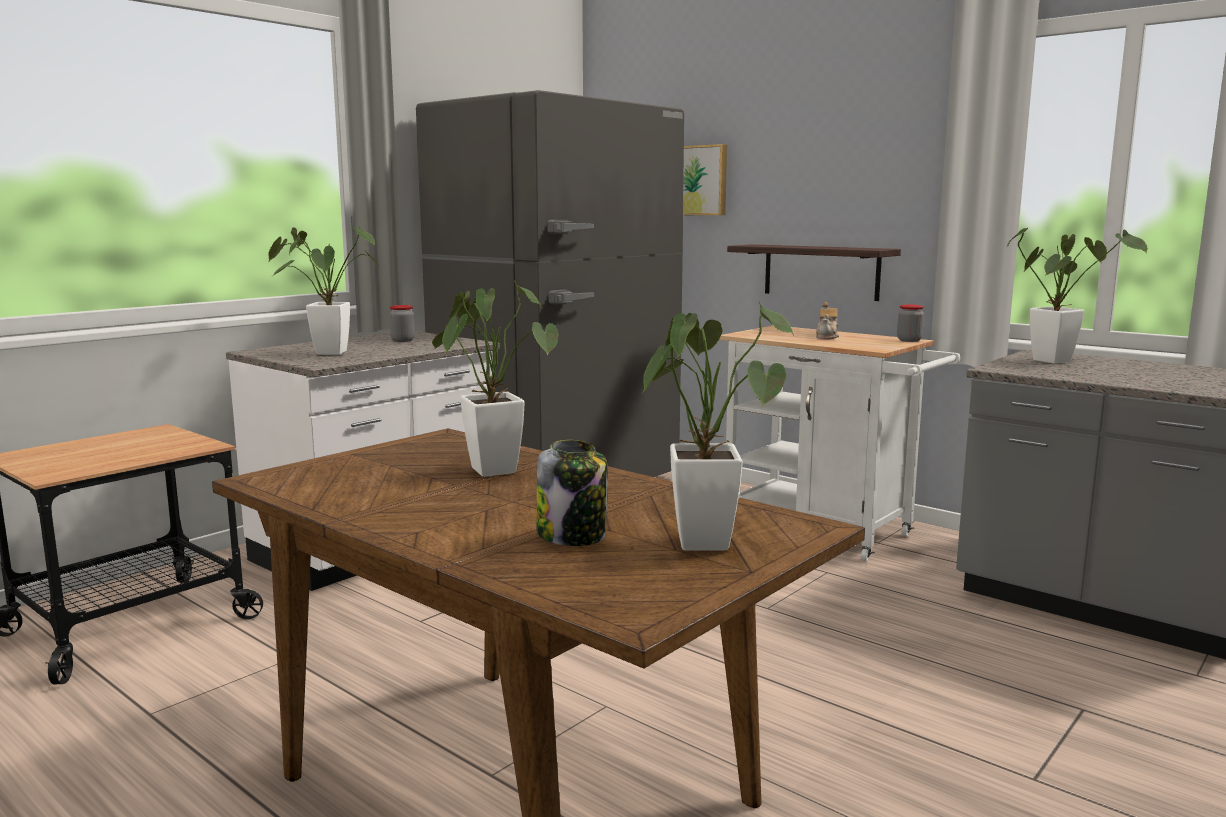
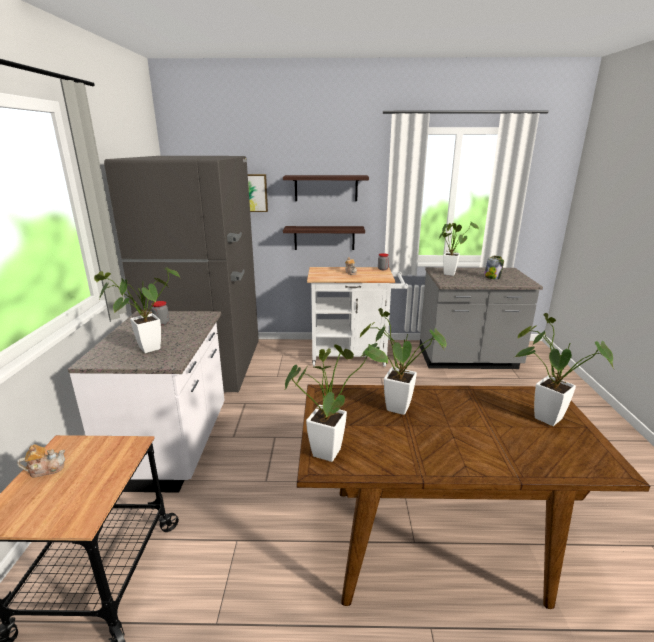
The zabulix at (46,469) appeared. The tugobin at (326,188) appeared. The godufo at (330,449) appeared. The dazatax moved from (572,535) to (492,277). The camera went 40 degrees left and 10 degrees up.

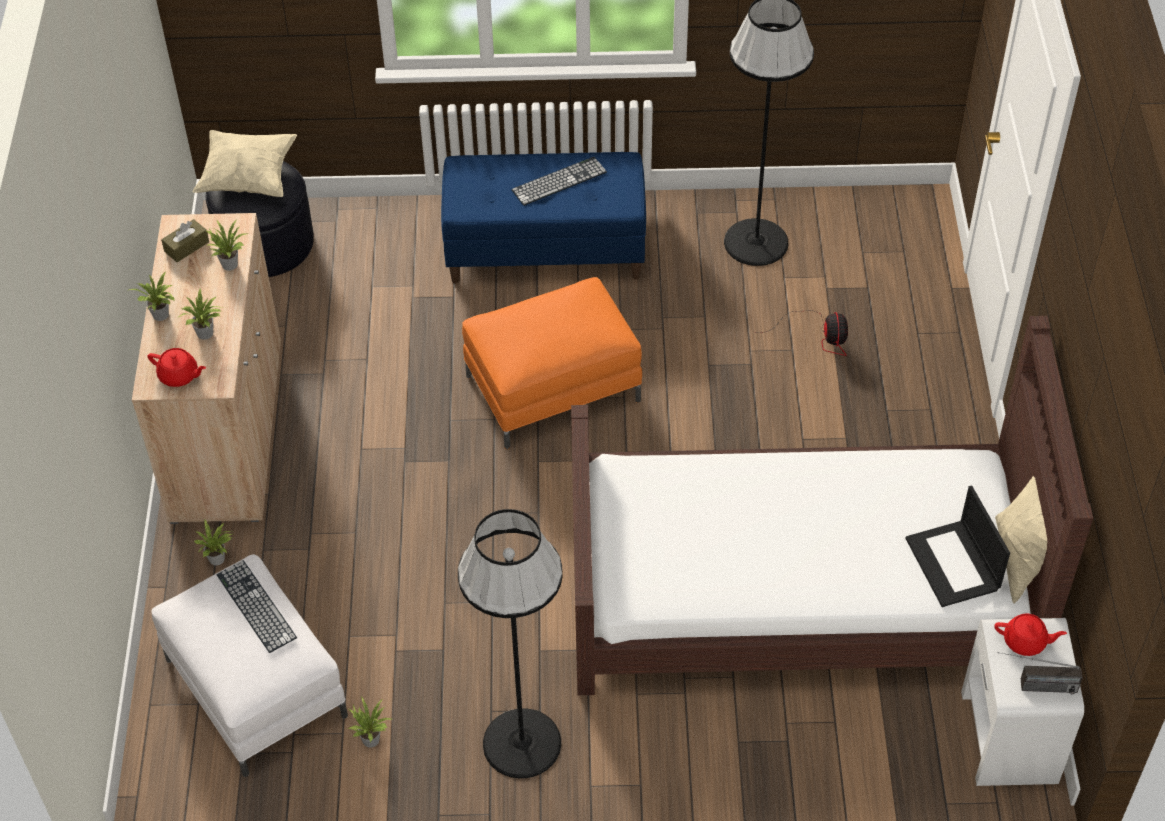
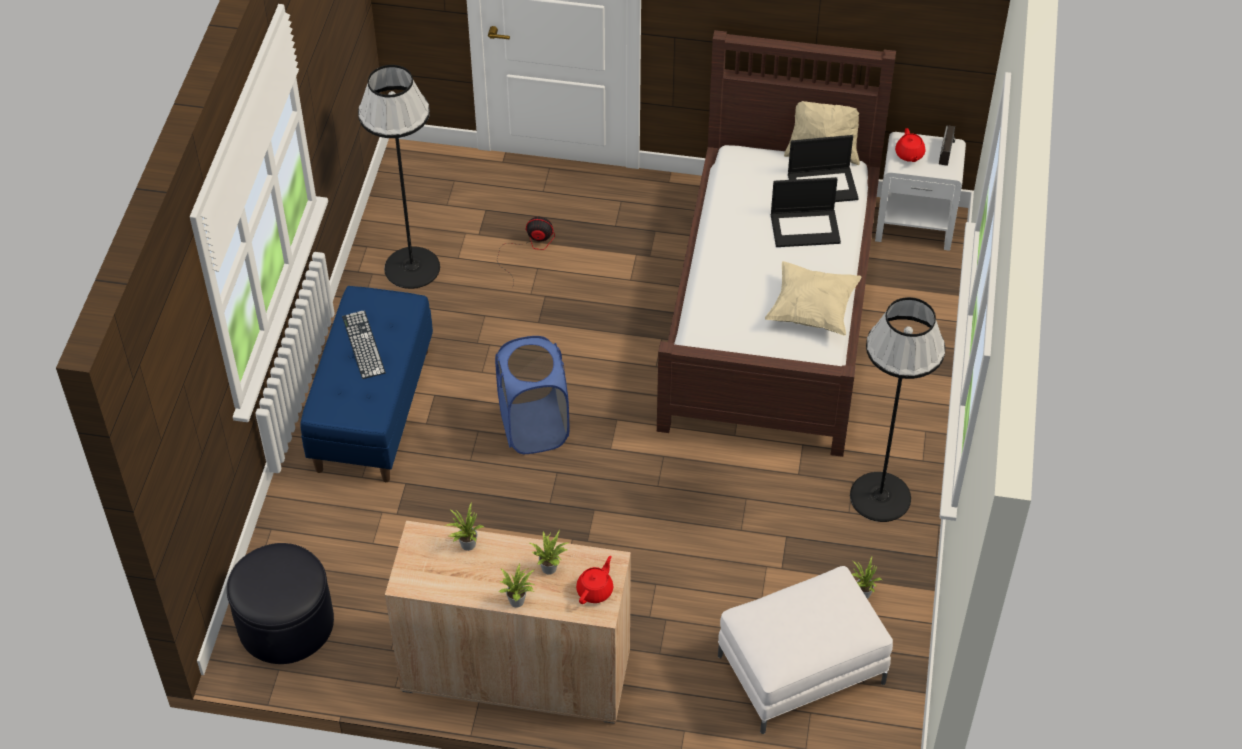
The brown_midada at (186,247) disappeared. The godufo at (219,559) disappeared. The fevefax at (256,606) disappeared. The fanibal at (805,227) appeared. The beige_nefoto moved from (248,178) to (812,310). The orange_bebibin at (552,388) was replaced by the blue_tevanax at (534,427). The red_zabulix at (1025,642) turned 150 degrees clockwise. The camera went 80 degrees left and 0 degrees up.

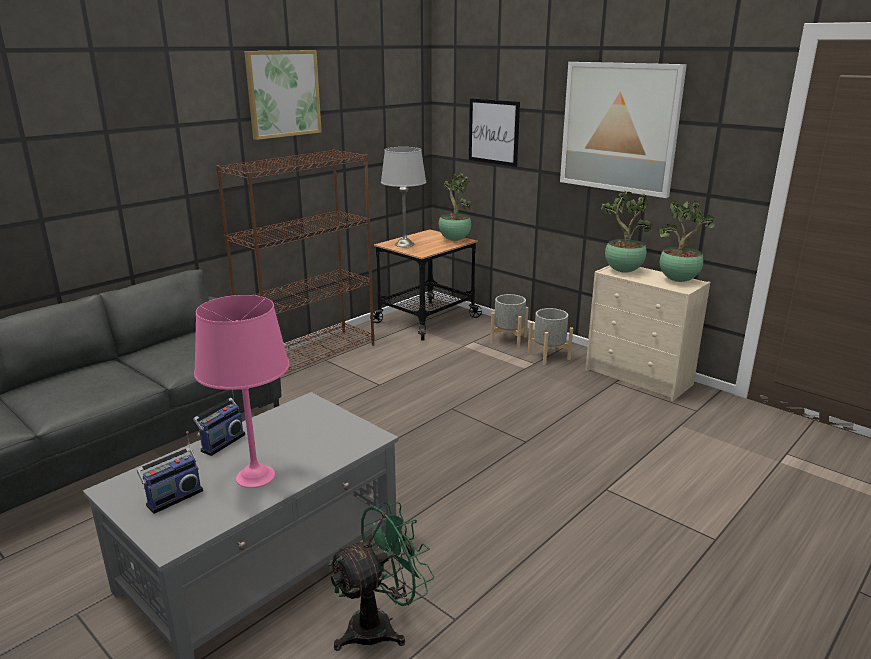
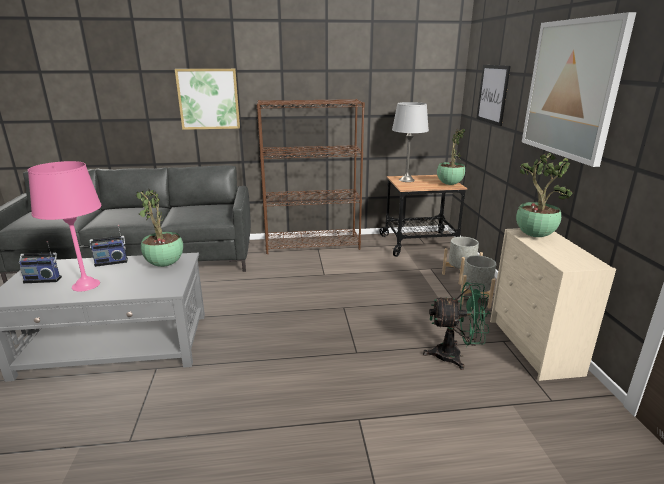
The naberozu moved from (283,94) to (208,99). The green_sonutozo moved from (380,625) to (455,356). The godufo moved from (679,281) to (165,265). The camera went 40 degrees right and 0 degrees up.

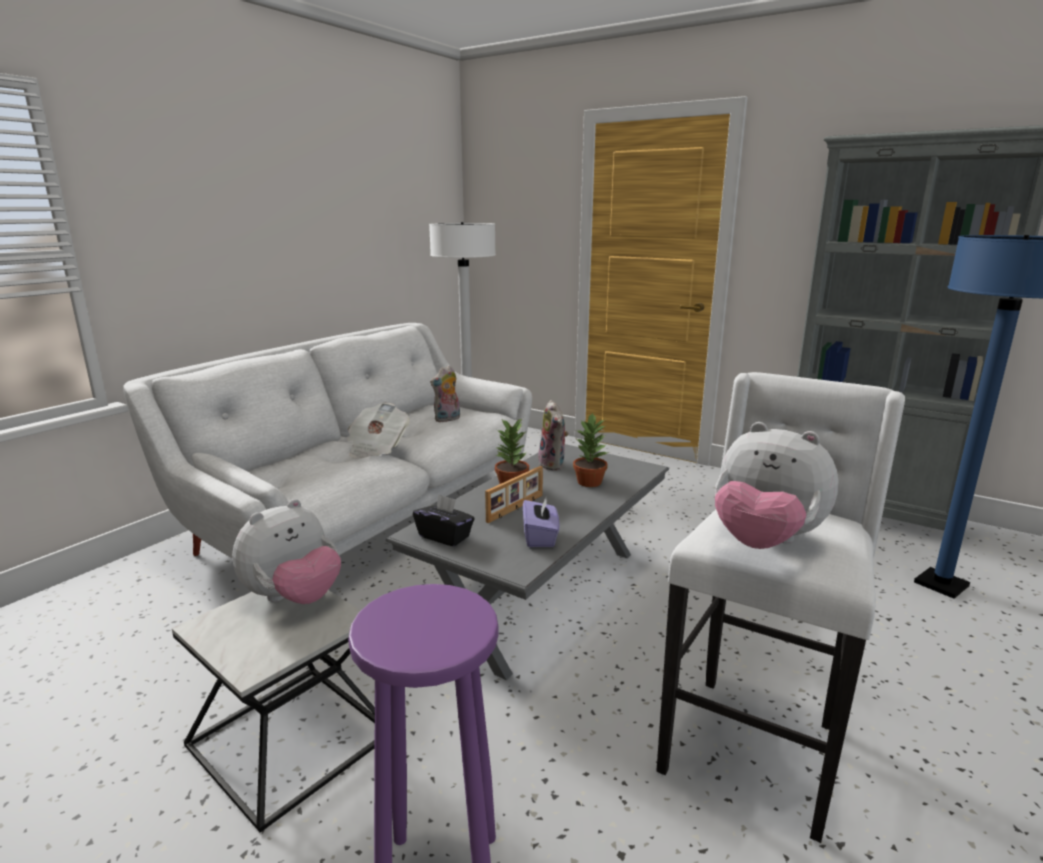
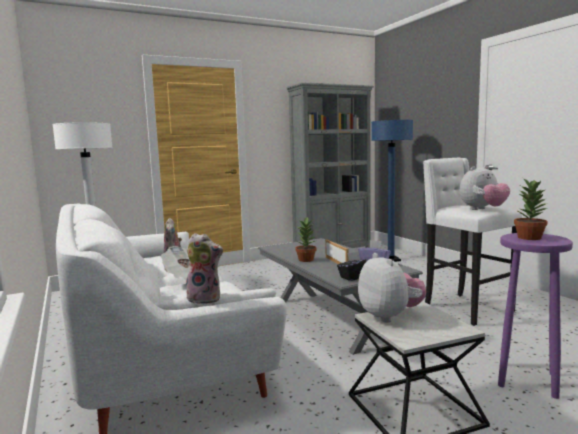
The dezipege moved from (554,464) to (206,298). The godufo moved from (590,482) to (529,237). The camera went 60 degrees left and 10 degrees down.

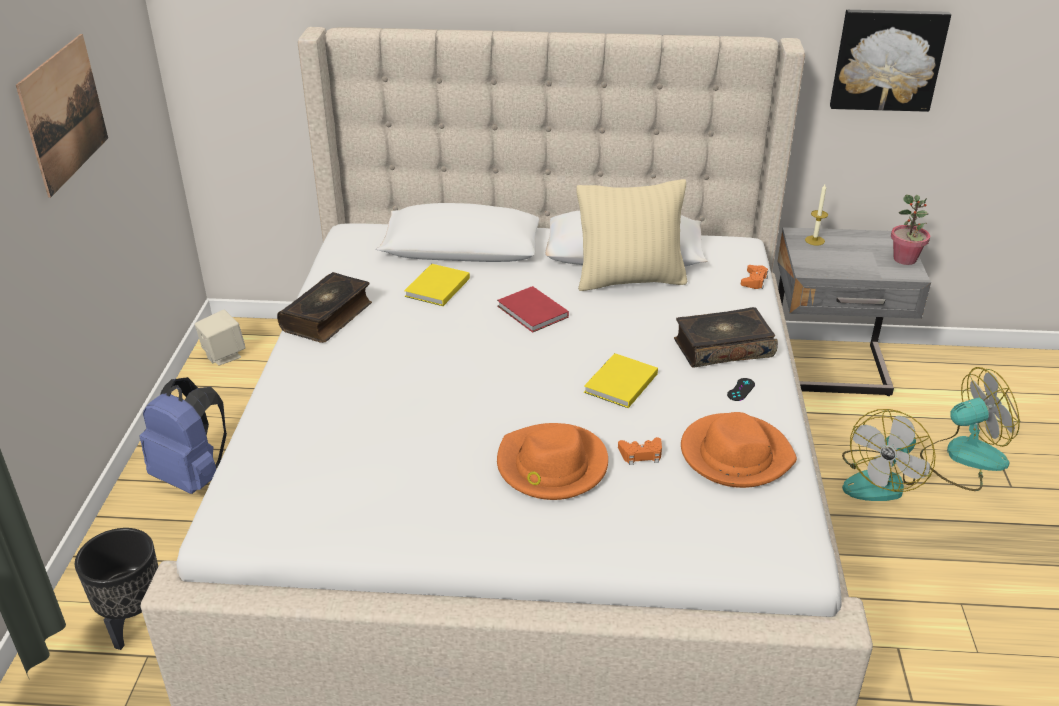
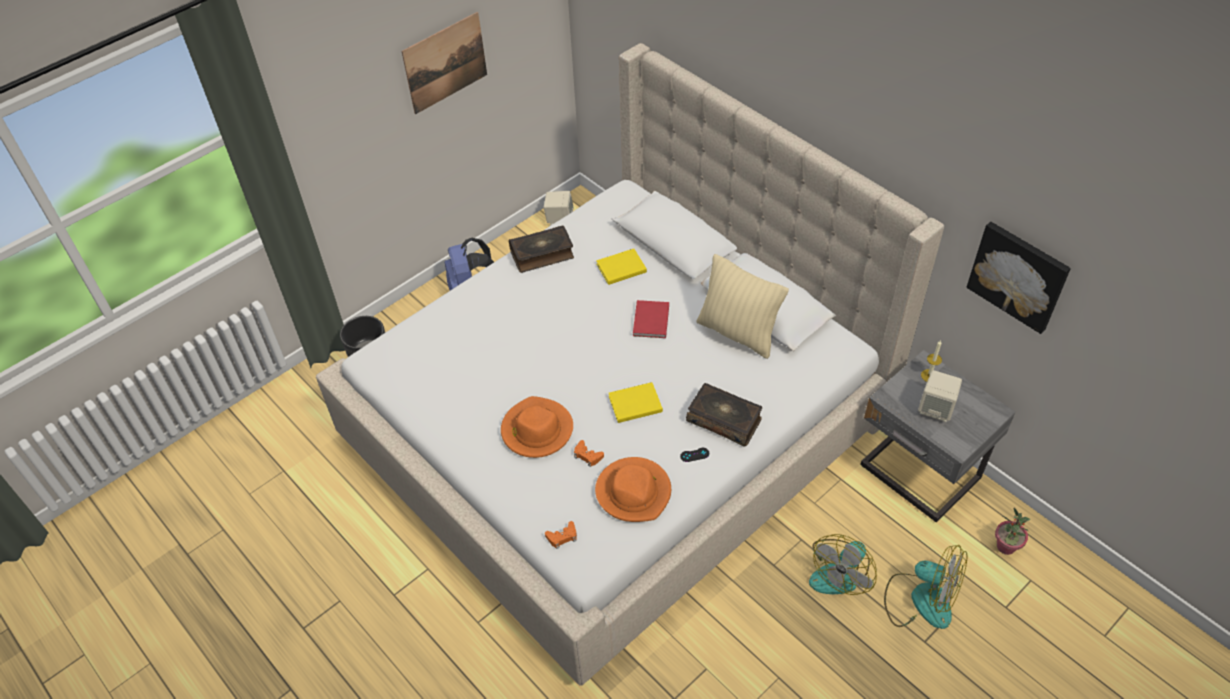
The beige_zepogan at (936,409) appeared. The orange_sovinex moved from (754,281) to (562,537). The godufo moved from (905,259) to (1005,546). The sonutozo at (880,480) turned 45 degrees counterclockwise. The camera went 45 degrees right and 15 degrees up.

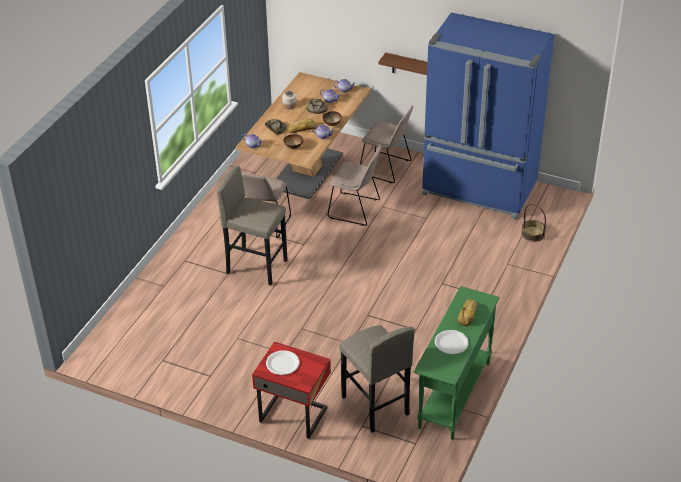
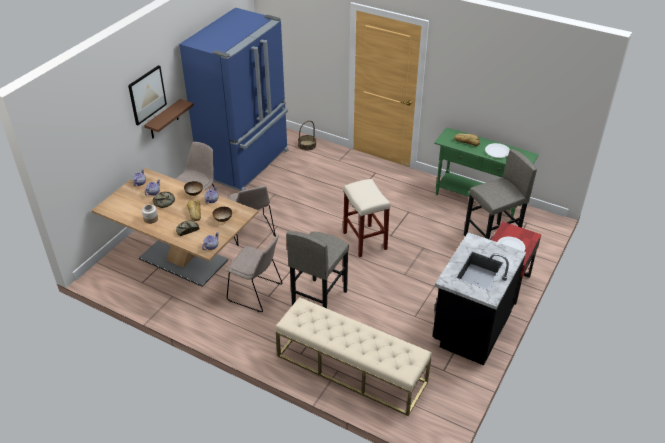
The naberozu at (147,94) appeared. The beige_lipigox at (351,369) appeared. The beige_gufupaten at (365,241) appeared. The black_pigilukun at (470,327) appeared. The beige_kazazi at (356,209) turned 135 degrees clockwise. The camera went 85 degrees left and 0 degrees up.

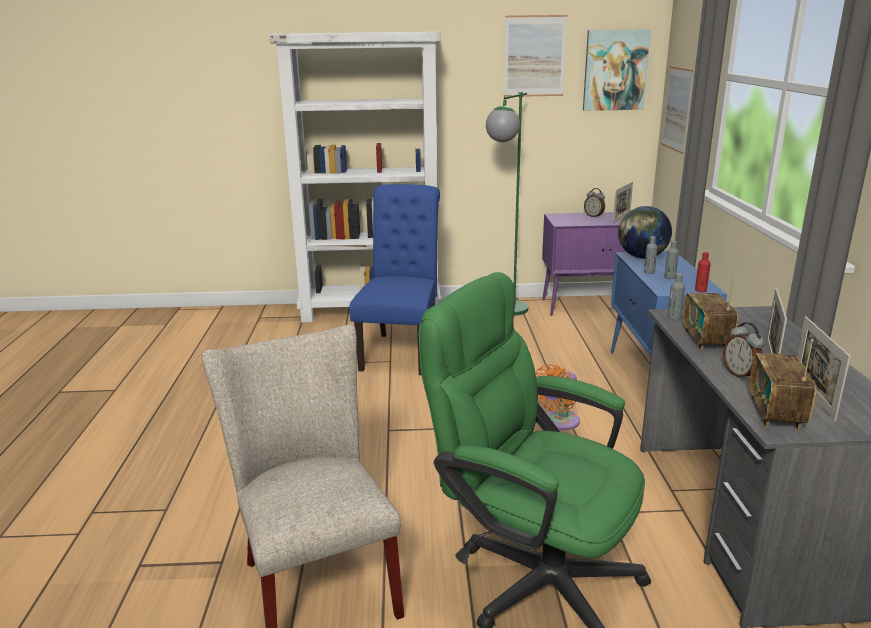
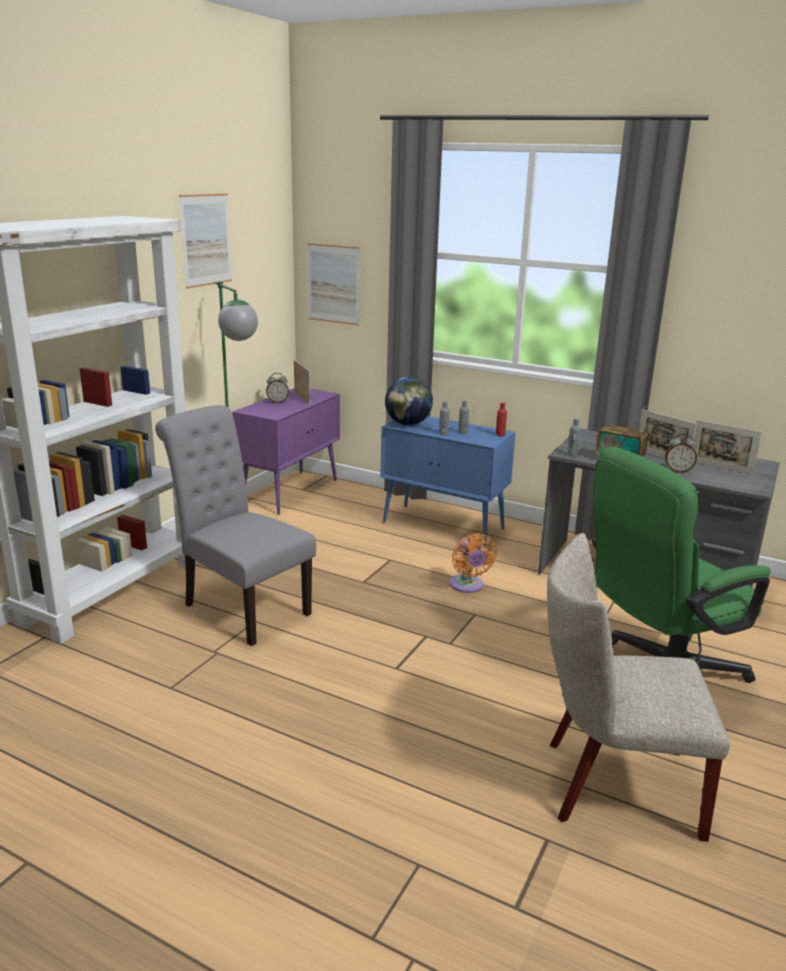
The naberozu at (615,70) disappeared. The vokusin at (776,413) disappeared. The blue_kazazi at (402,351) became the grey_kazazi at (241,607). The camera went 60 degrees left and 0 degrees up.

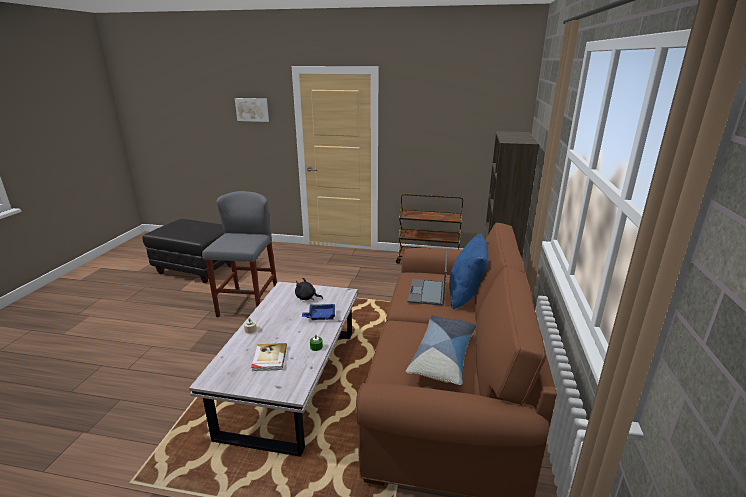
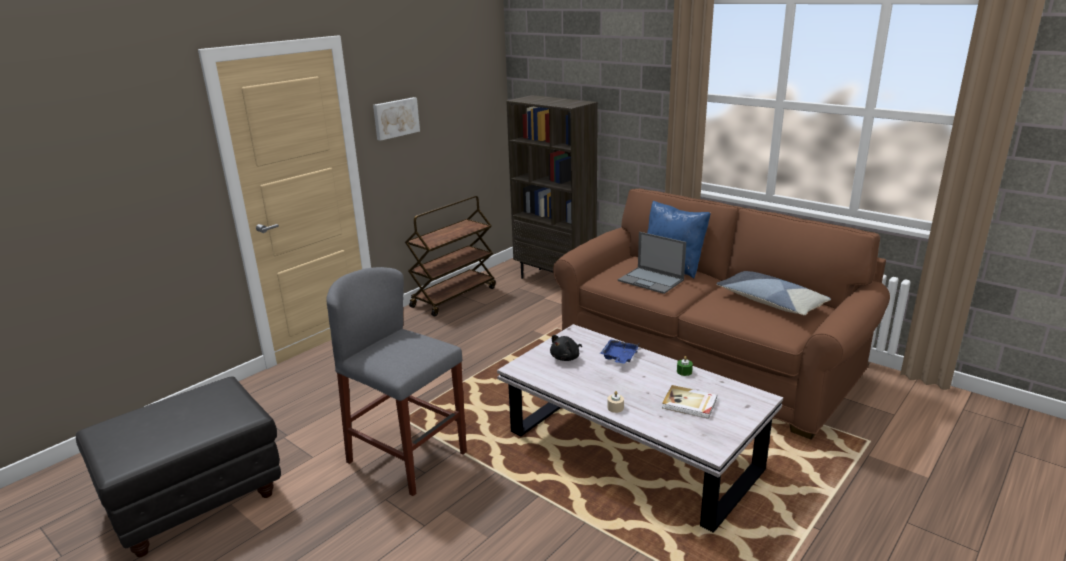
The naberozu moved from (252,109) to (395,118). The camera went 60 degrees left and 0 degrees up.

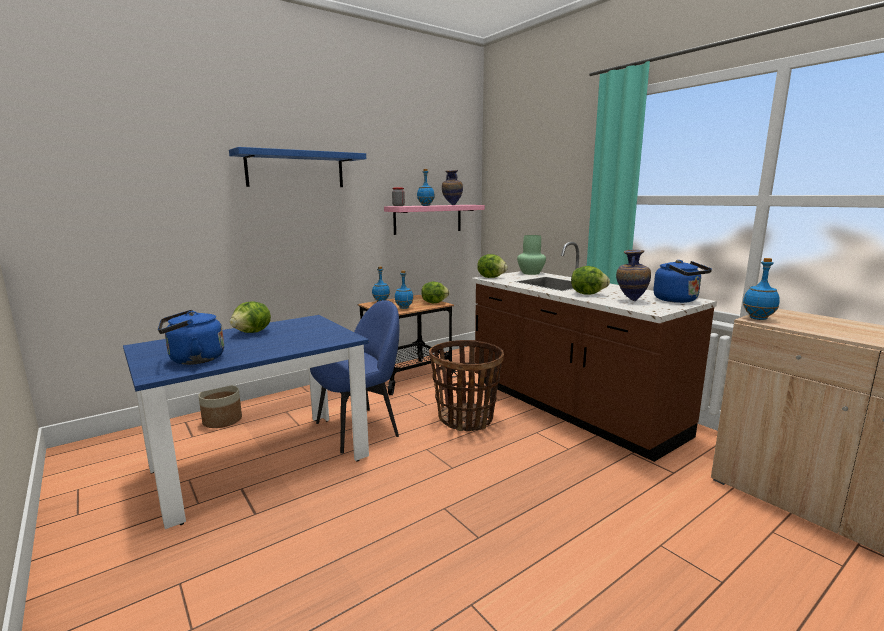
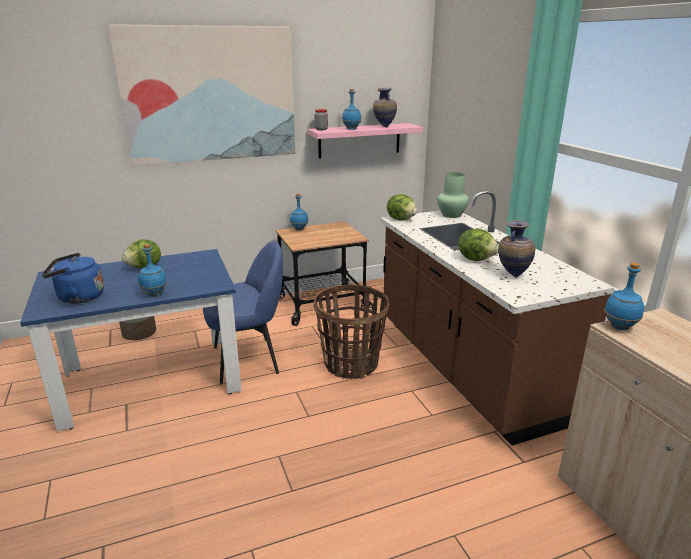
The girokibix at (434,302) disappeared. The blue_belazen at (678,300) disappeared. The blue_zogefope moved from (404,308) to (155,294). The blue_tugobin at (295,170) was replaced by the naberozu at (210,95). The camera went 15 degrees right and 10 degrees up.

